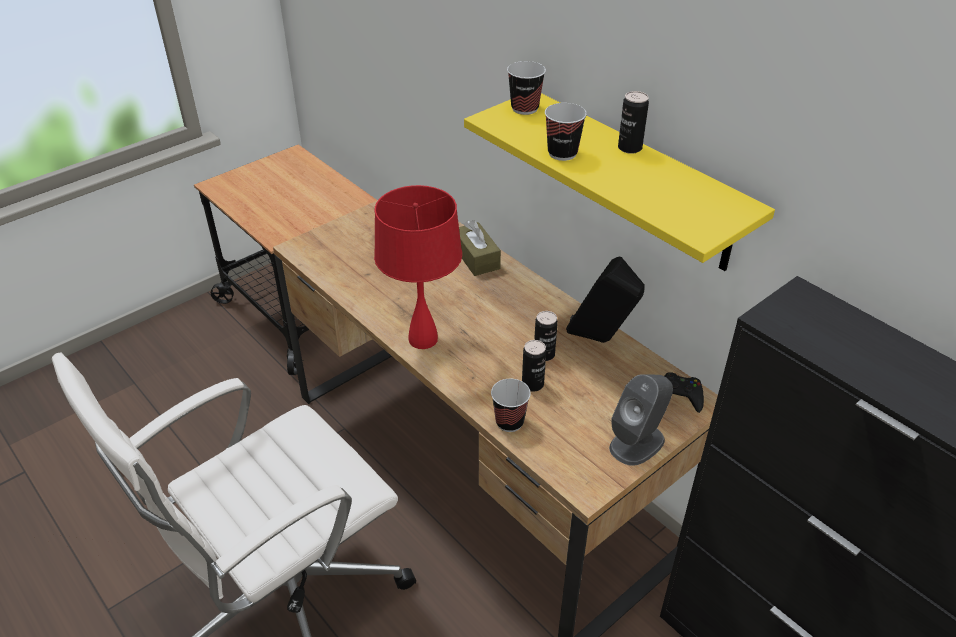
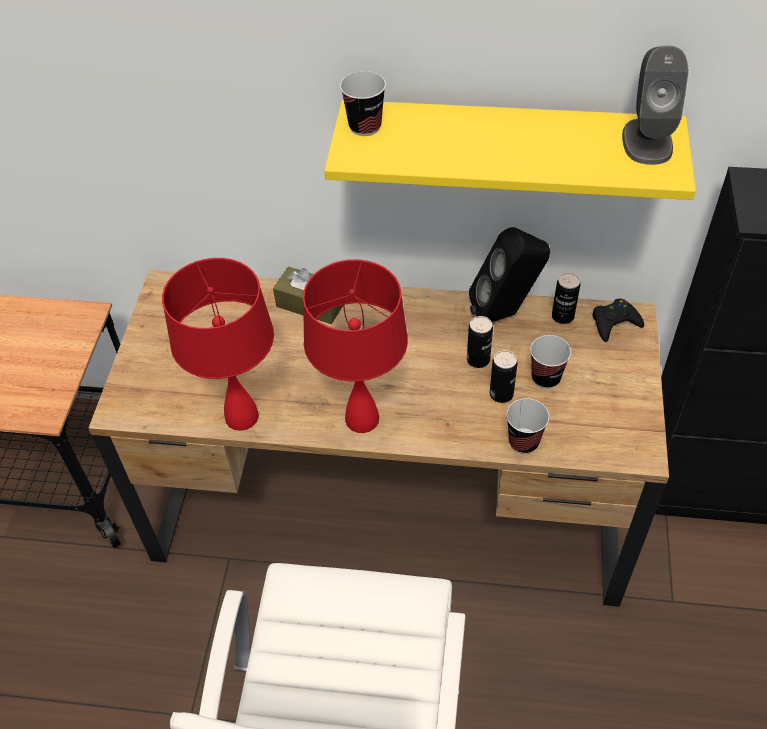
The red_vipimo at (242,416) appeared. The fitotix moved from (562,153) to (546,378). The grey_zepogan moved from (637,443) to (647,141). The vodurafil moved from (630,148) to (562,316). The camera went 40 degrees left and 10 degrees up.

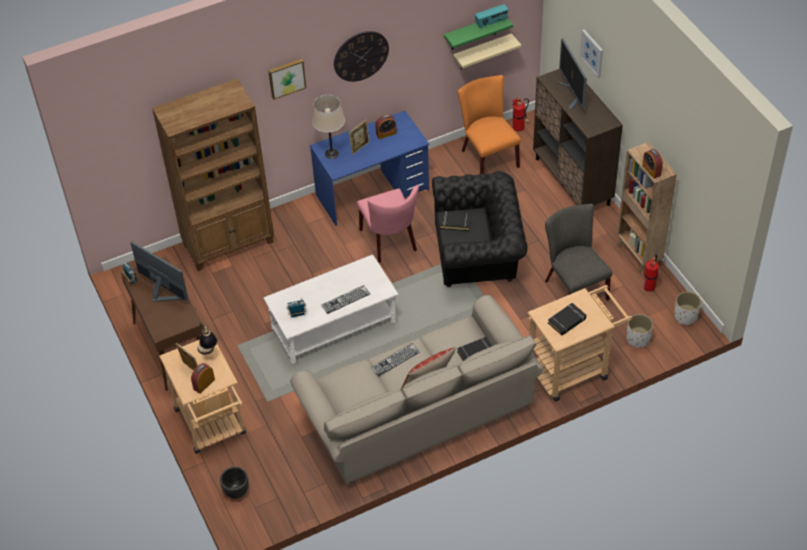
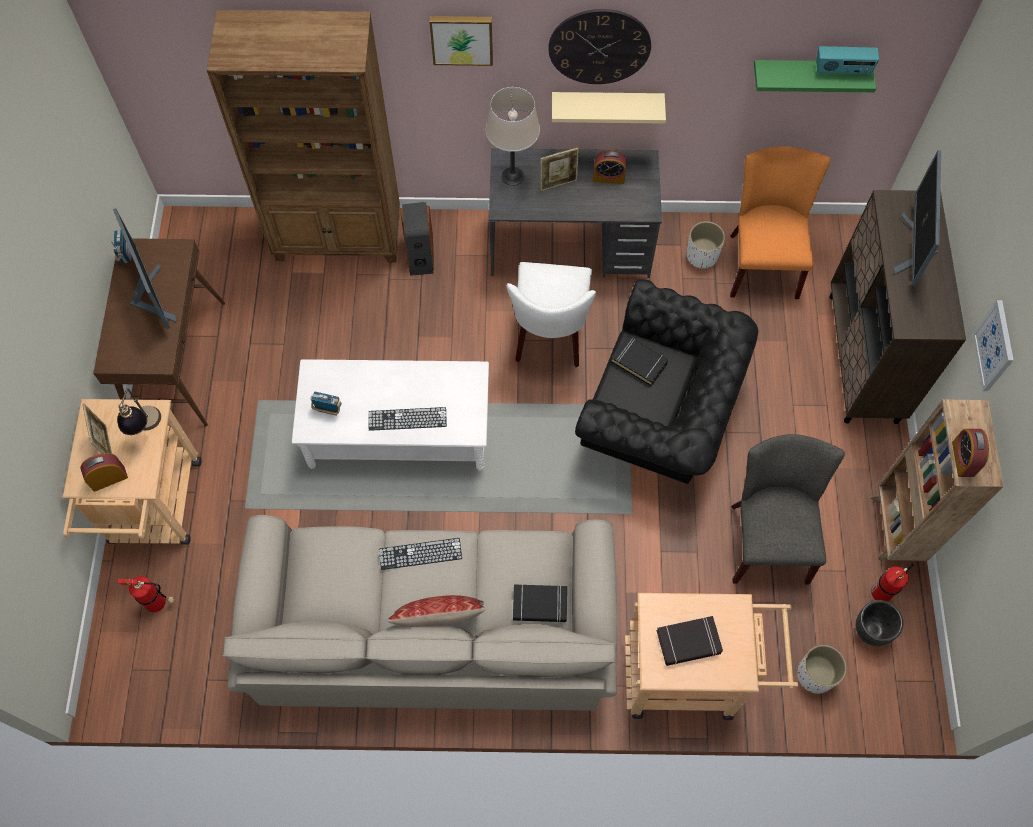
The zepogan at (420,254) appeared. The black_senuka moved from (236,492) to (870,630). The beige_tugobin moved from (482,52) to (606,105). The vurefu moved from (519,128) to (159,603). The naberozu moved from (592,53) to (995,346). The white_senuka moved from (685,317) to (702,256). The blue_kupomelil at (372,193) became the grey_kupomelil at (570,246). The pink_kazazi at (390,242) became the white_kazazi at (550,336). The camera went 25 degrees right and 15 degrees up.

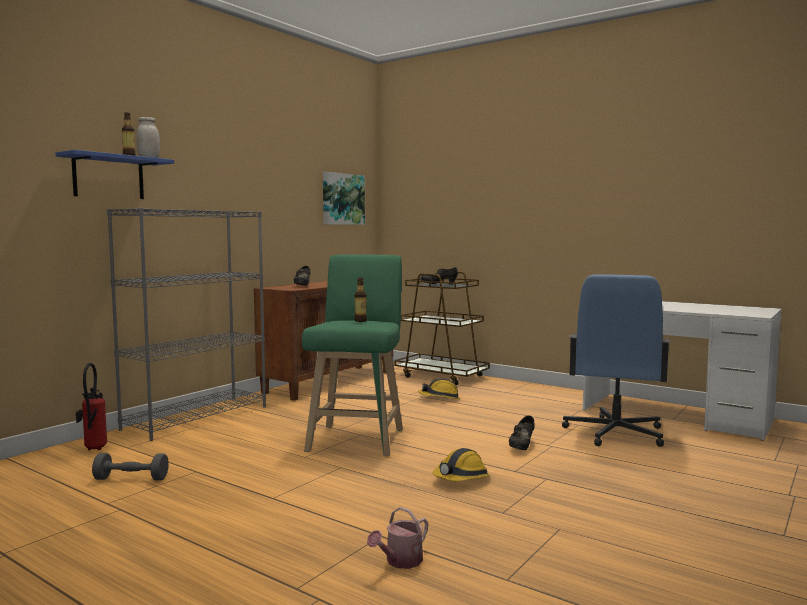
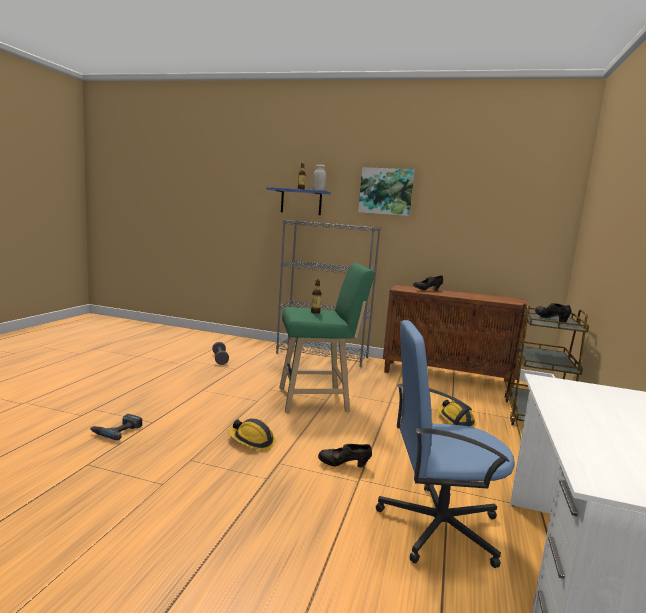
The vurefu at (93,449) disappeared. The naberozu moved from (342,199) to (386,191). The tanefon at (400,561) was replaced by the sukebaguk at (117,430). The camera went 70 degrees right and 5 degrees up.

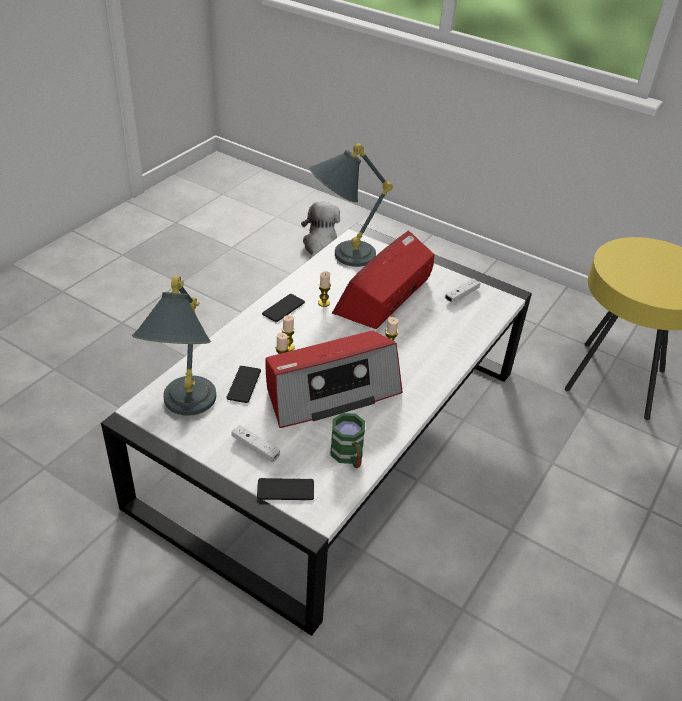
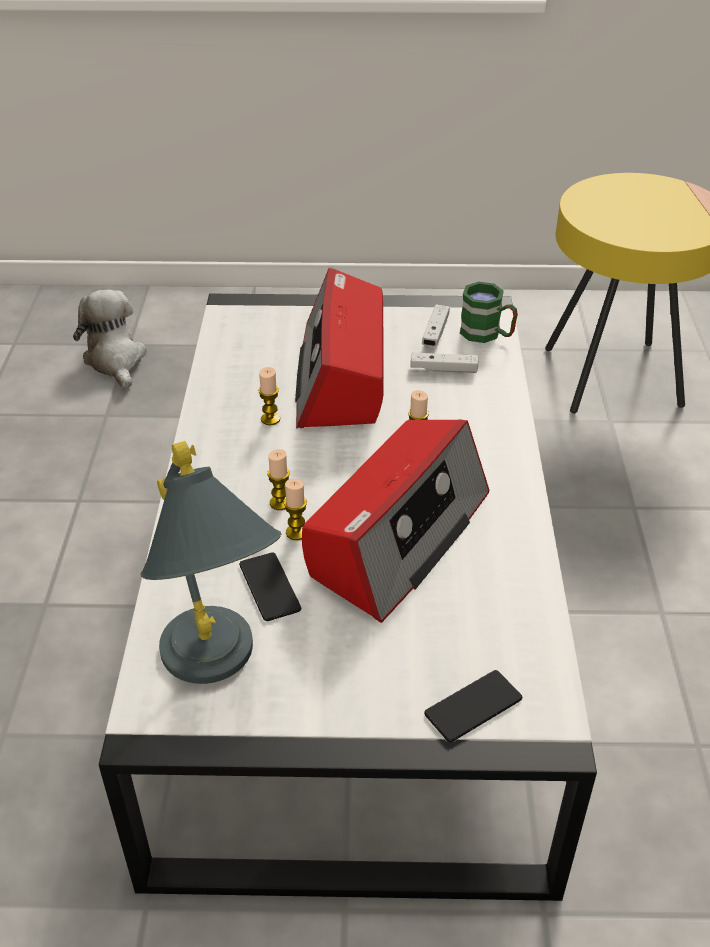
The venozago at (283,308) disappeared. The grey_vipimo at (340,257) disappeared. The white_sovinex moved from (255,448) to (443,369). The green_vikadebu moved from (349,456) to (487,334). The camera went 30 degrees left and 0 degrees up.

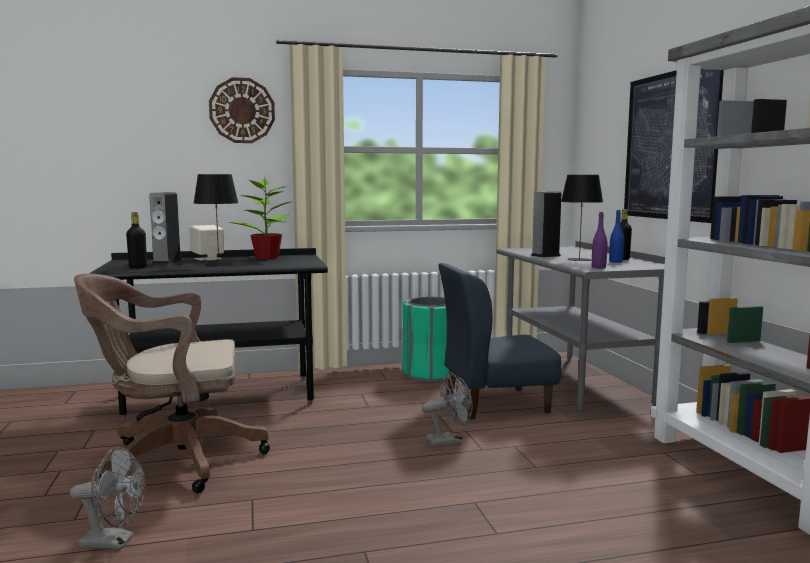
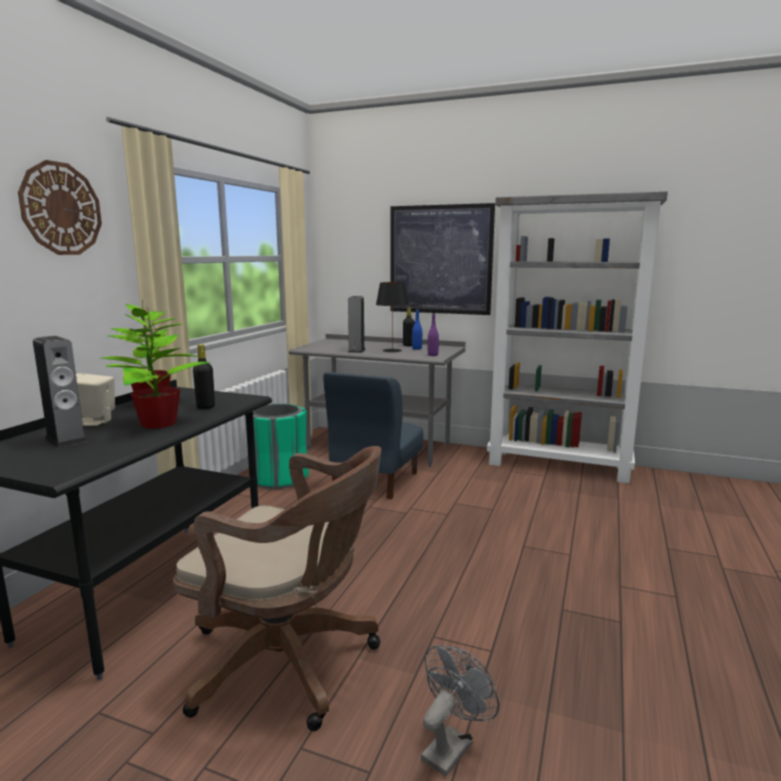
The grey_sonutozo at (449,441) disappeared. The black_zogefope moved from (138,267) to (206,407). The black_vipimo at (219,264) was replaced by the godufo at (157,423). The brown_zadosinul at (174,460) turned 90 degrees counterclockwise. The camera went 55 degrees left and 5 degrees up.

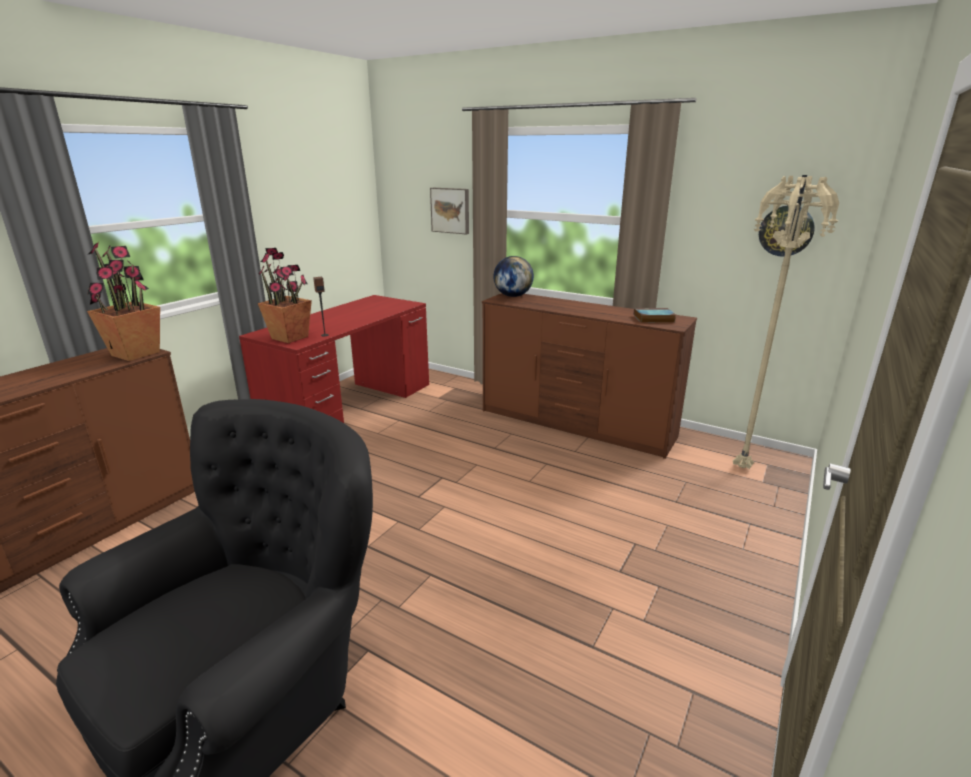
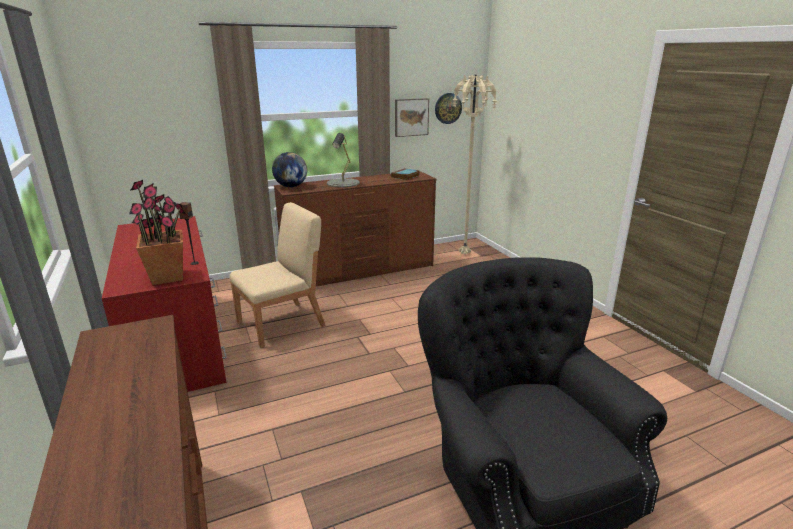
The godufo at (136,353) disappeared. The beige_kazazi at (282,323) appeared. The grey_vipimo at (343,183) appeared. The naberozu moved from (451,210) to (411,117). The camera went 55 degrees left and 0 degrees up.

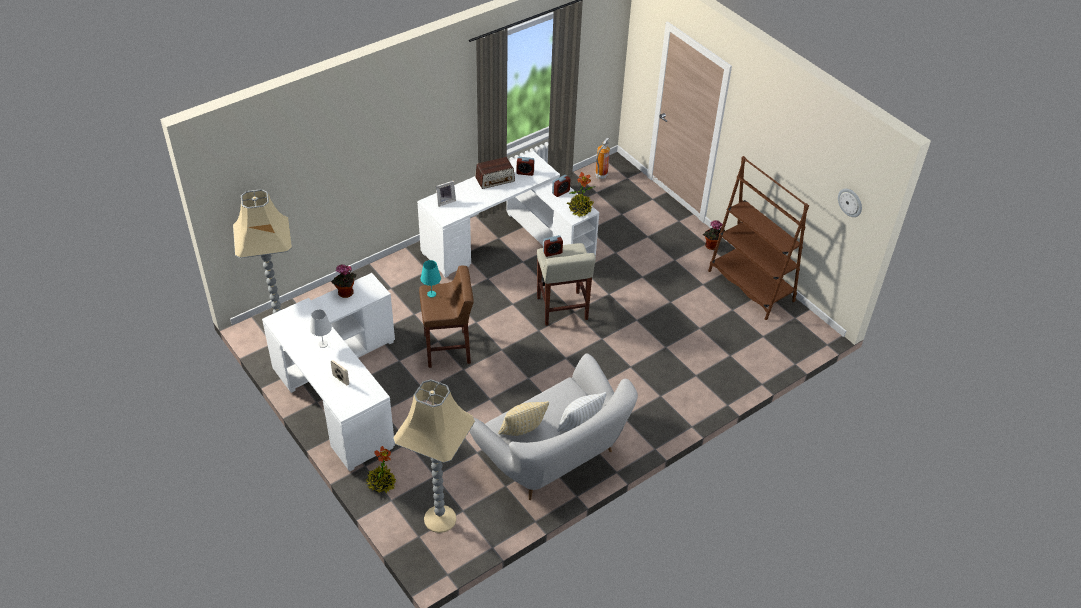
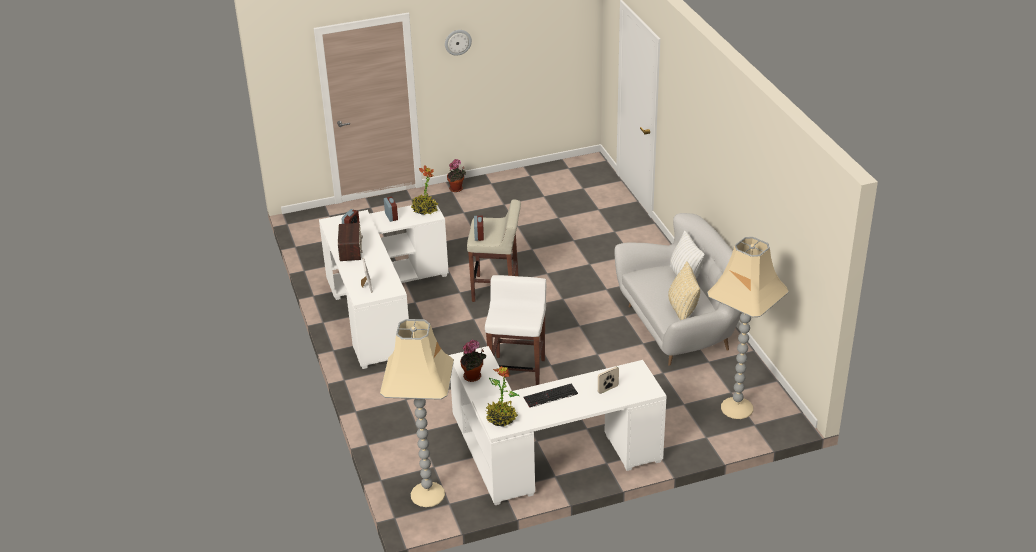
The turquoise_vipimo at (431,294) disappeared. The vurefu at (601,176) disappeared. The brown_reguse at (751,286) disappeared. The godufo moved from (381,483) to (501,419). The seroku moved from (850,202) to (457,42). The white_vipimo at (323,344) was replaced by the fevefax at (550,396). The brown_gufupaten at (448,349) became the white_gufupaten at (518,371). The camera went 70 degrees left and 10 degrees down.

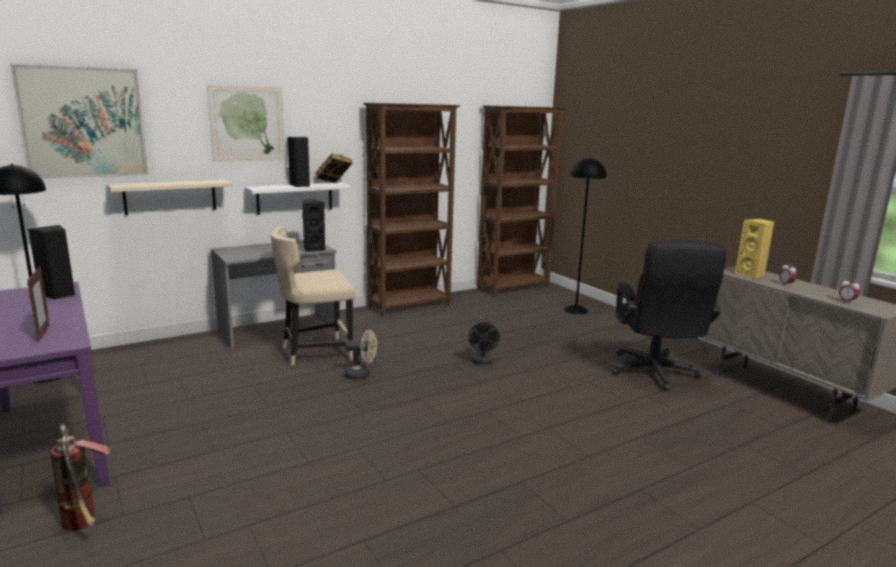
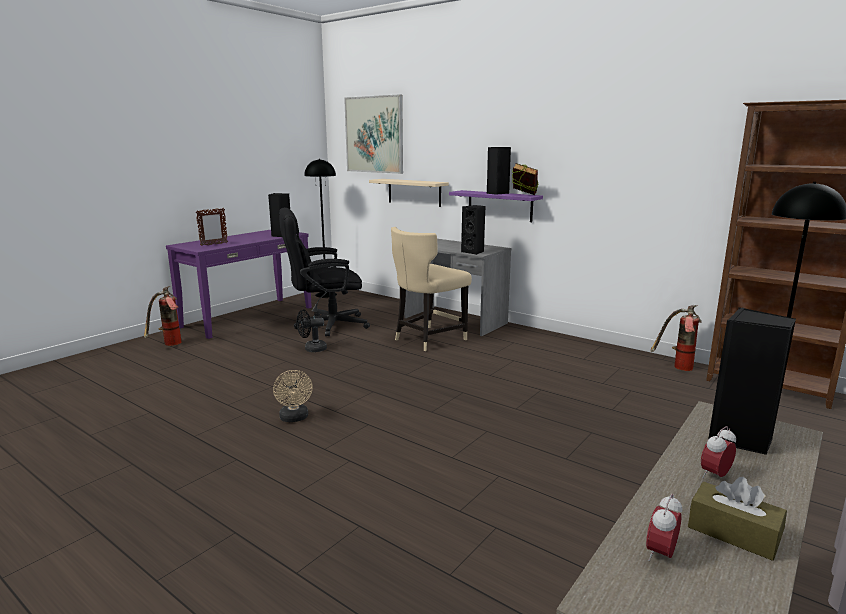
The naberozu at (247,123) disappeared. The brown_reguse at (410,306) disappeared. The vurefu at (677,368) appeared. The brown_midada at (733,533) appeared. The beige_sonutozo moved from (361,375) to (294,418). The black_sonutozo moved from (482,362) to (312,349). The black_zadosinul moved from (654,375) to (325,325). The white_tugobin at (295,198) became the purple_tugobin at (500,206). The yellow_zepogan at (751,274) became the black_zepogan at (740,439). The beige_kazazi at (315,352) turned 90 degrees counterclockwise. The camera went 70 degrees right and 0 degrees up.

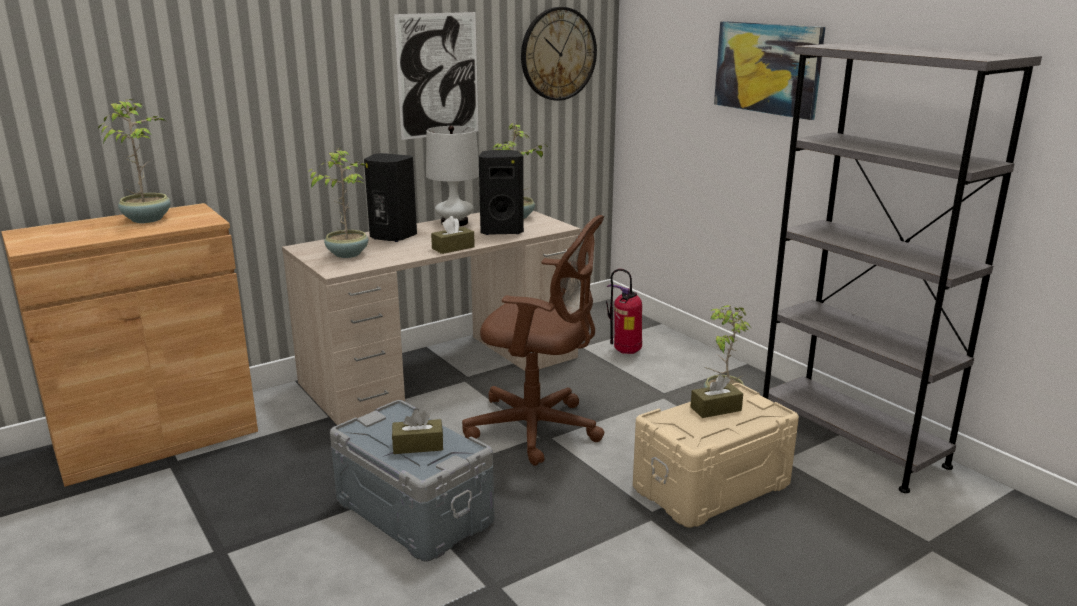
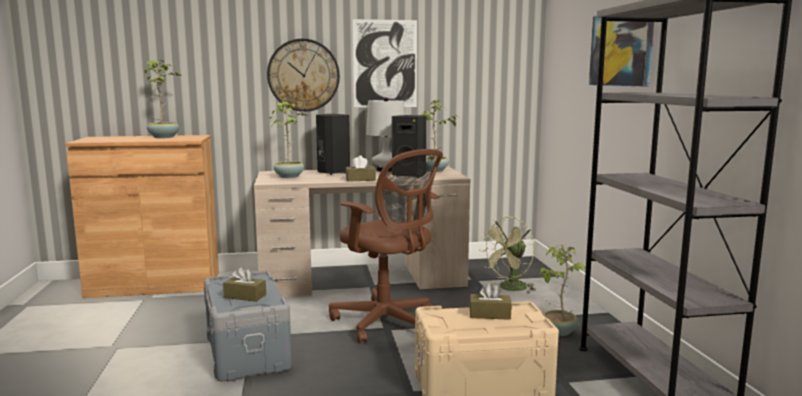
The seroku moved from (558,54) to (303,75). The vurefu at (625,352) was replaced by the green_sonutozo at (509,289). The camera went 25 degrees right and 10 degrees down.

